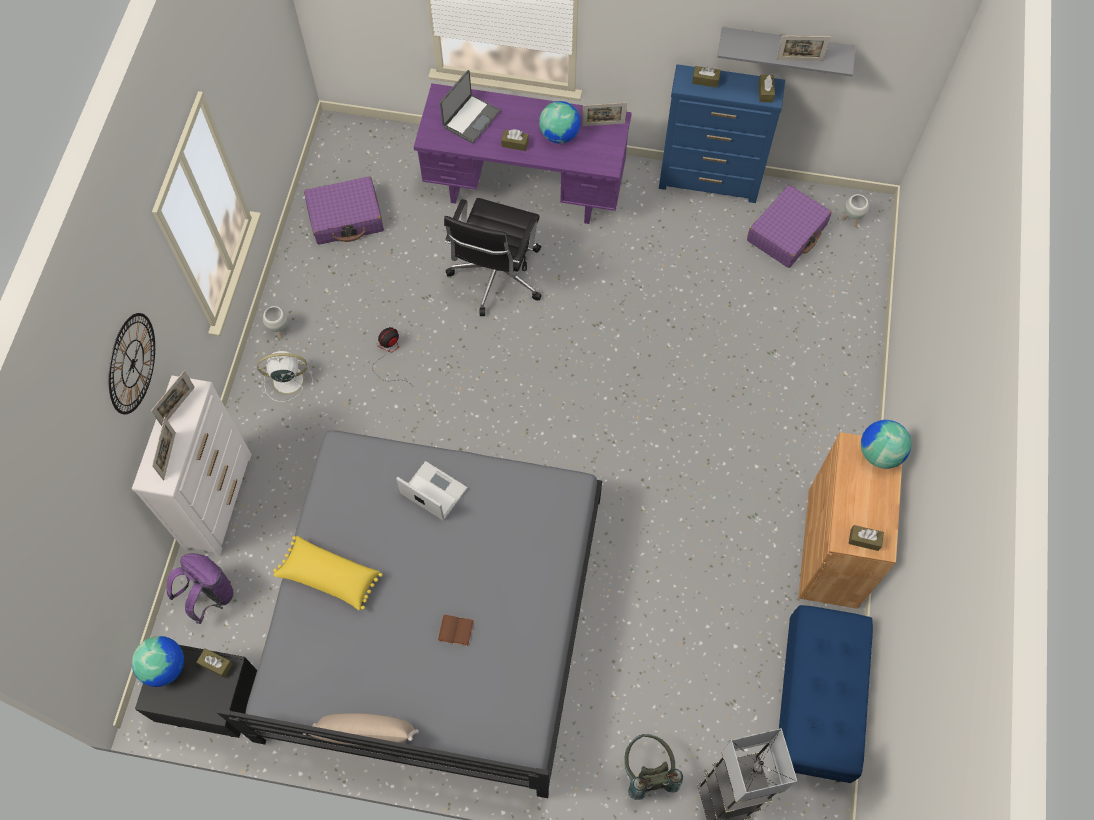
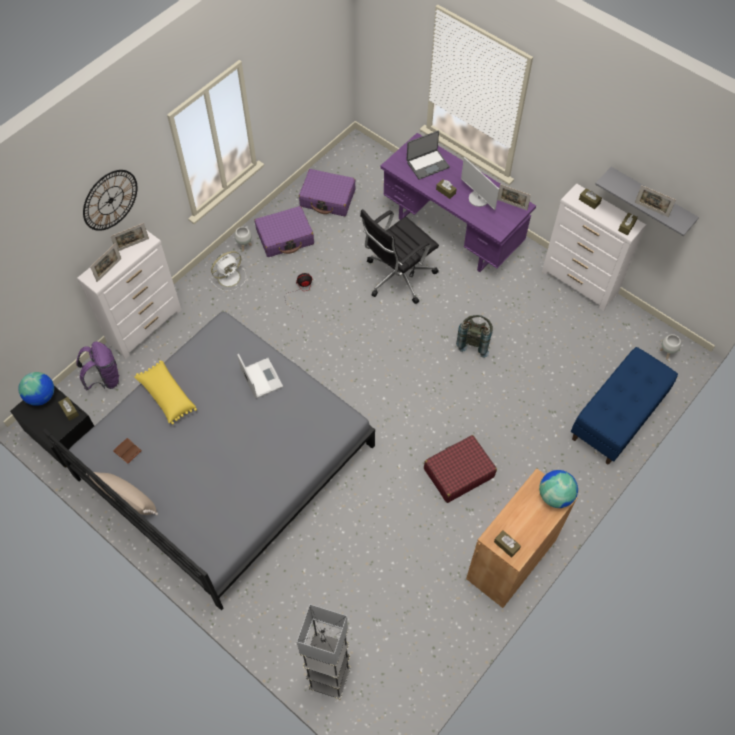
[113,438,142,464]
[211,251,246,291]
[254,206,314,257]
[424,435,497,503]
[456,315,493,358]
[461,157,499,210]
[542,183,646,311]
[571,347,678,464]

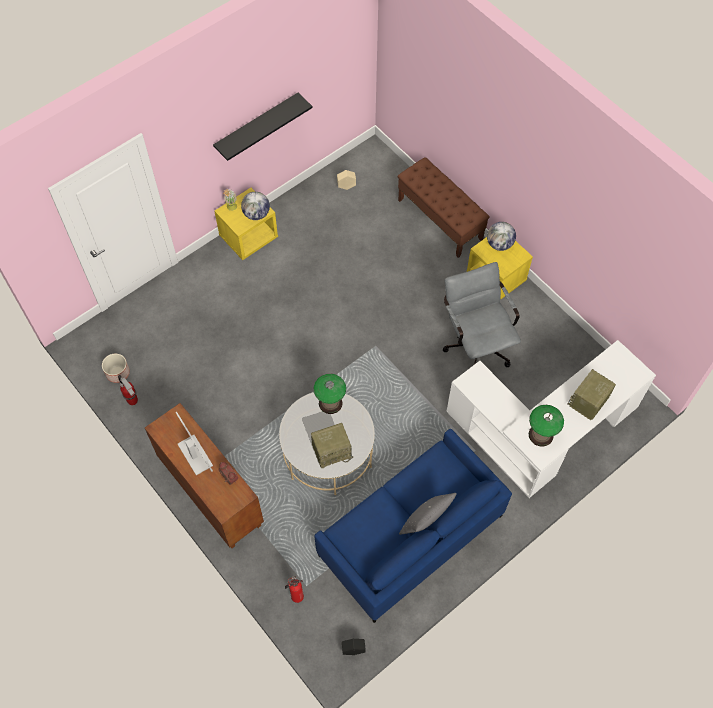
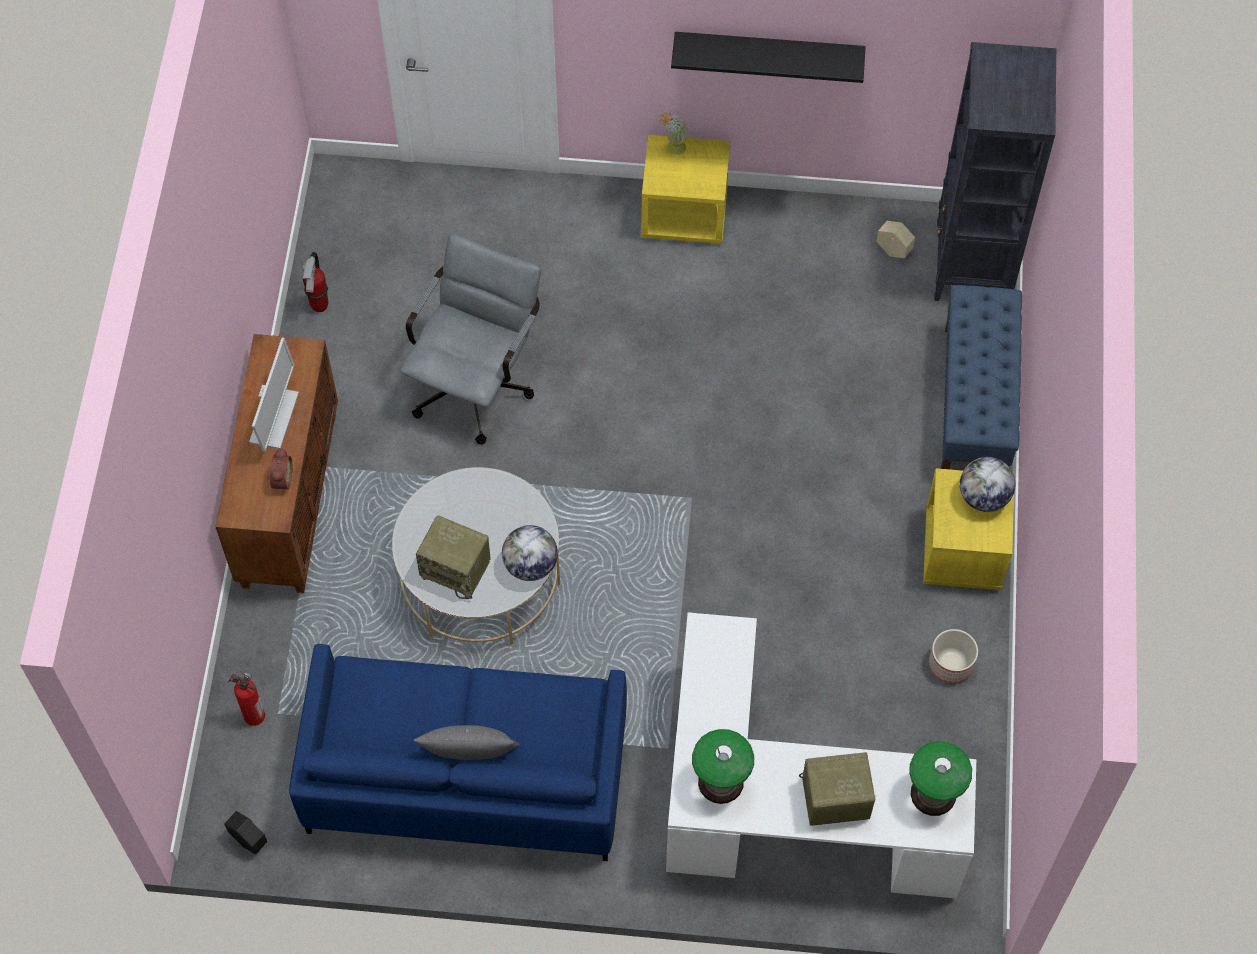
[400,233,541,444]
[502,525,558,581]
[909,741,972,816]
[929,629,978,684]
[934,42,1056,301]
[940,285,1022,469]

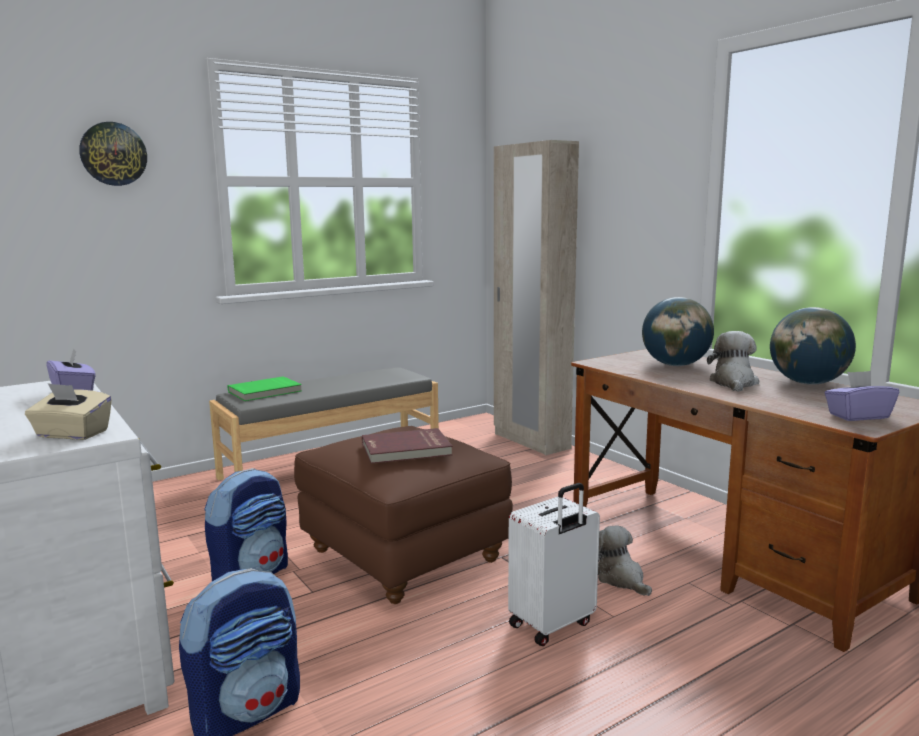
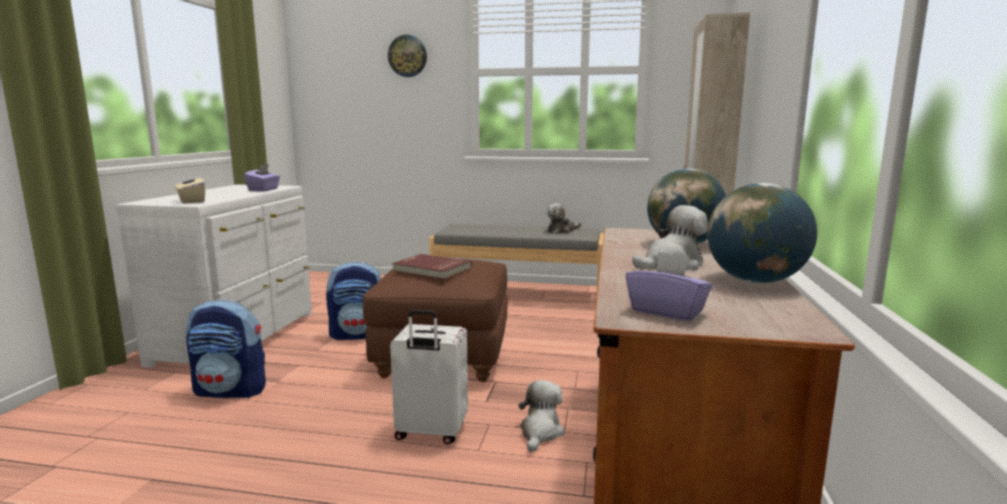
[547,203,581,234]
[228,376,302,401] (first image)

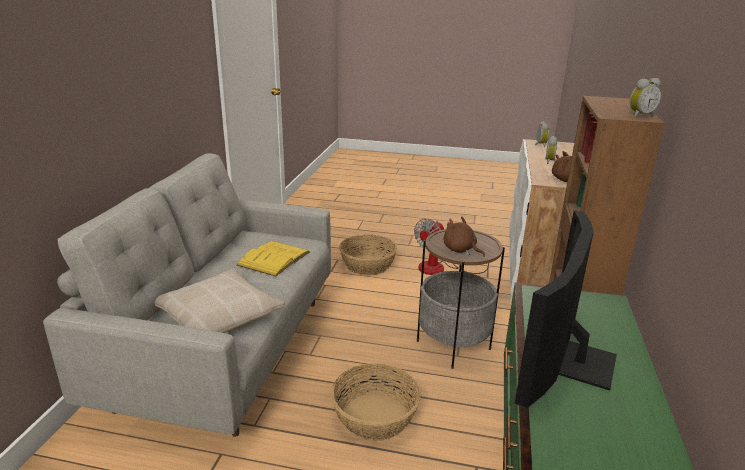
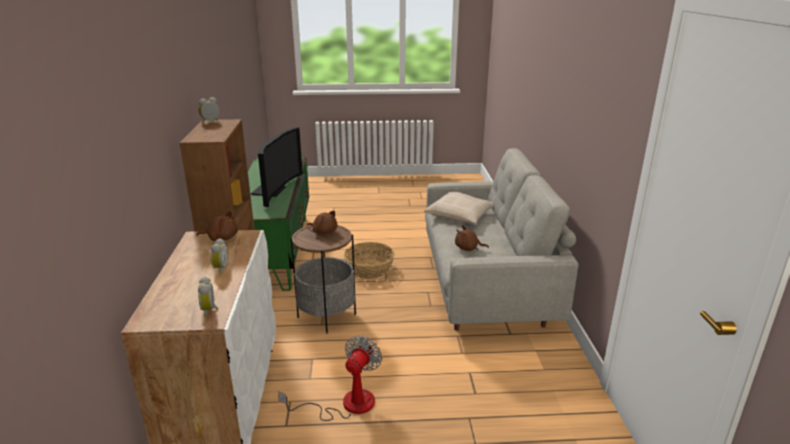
[455,225,489,251]
[339,234,397,276] (first image)

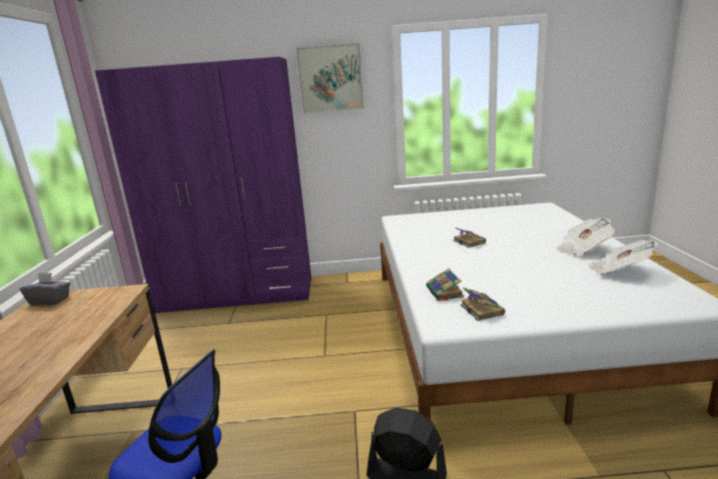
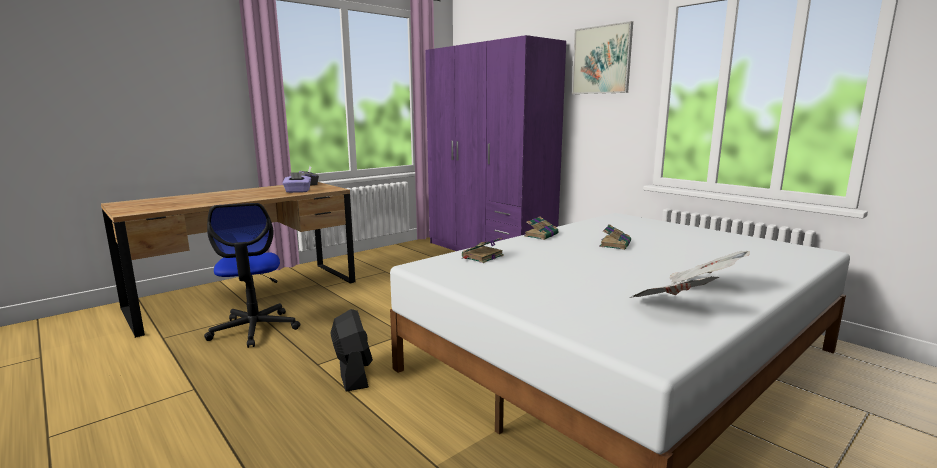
[283,172,311,193]
[524,217,559,240]

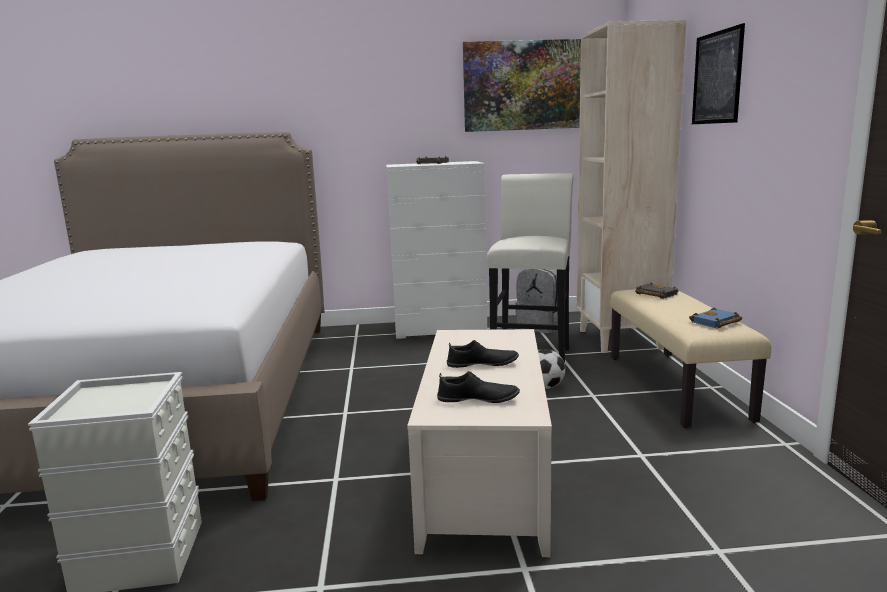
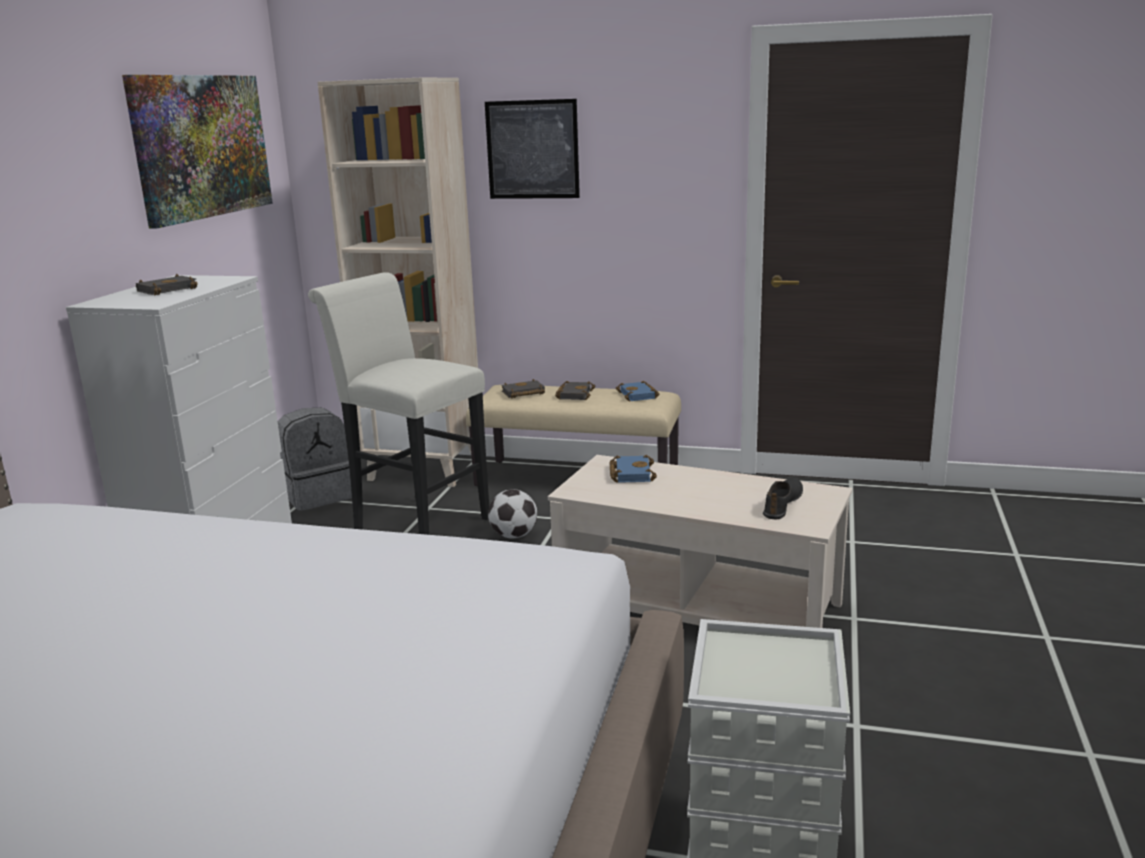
[555,381,595,400]
[609,455,657,483]
[447,340,519,368] (first image)

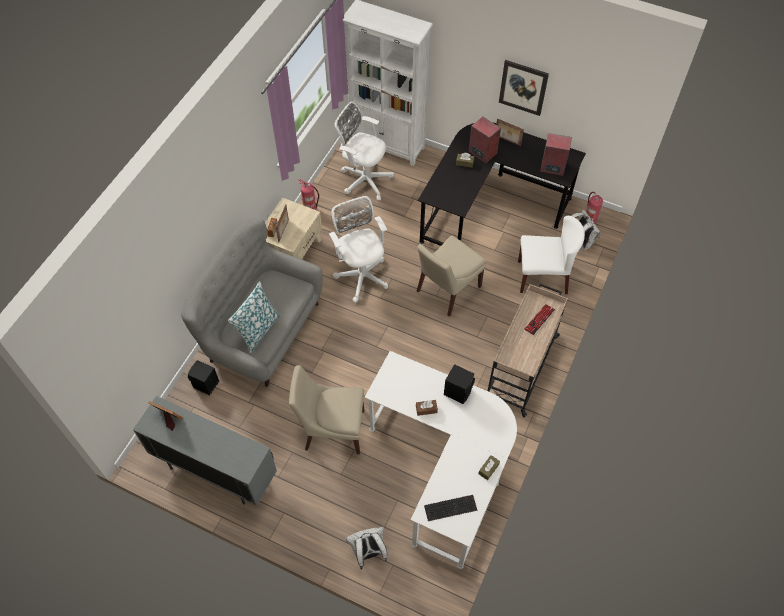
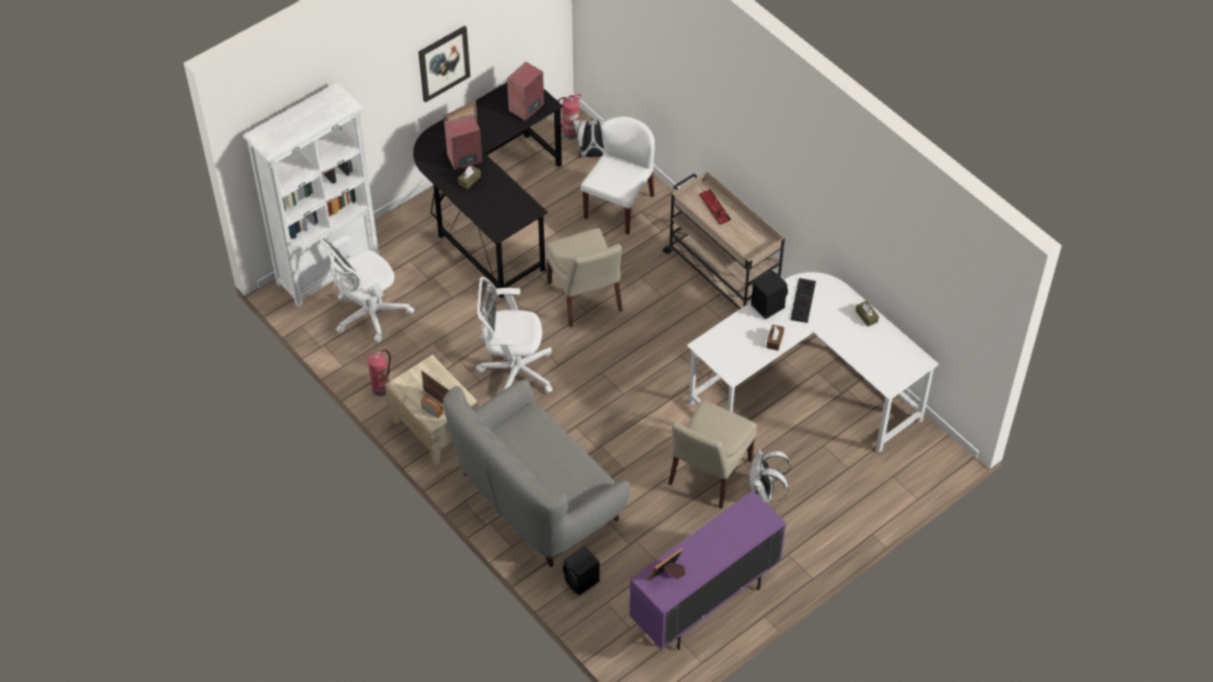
[629,490,786,650]
[748,449,791,503]
[790,278,816,323]
[228,281,281,354] (first image)

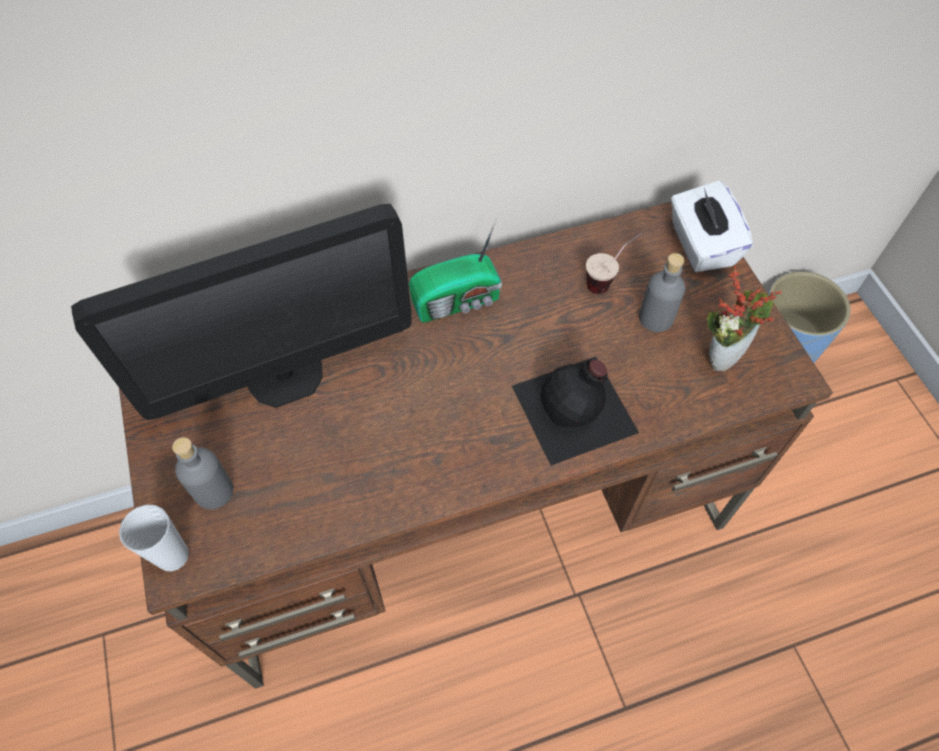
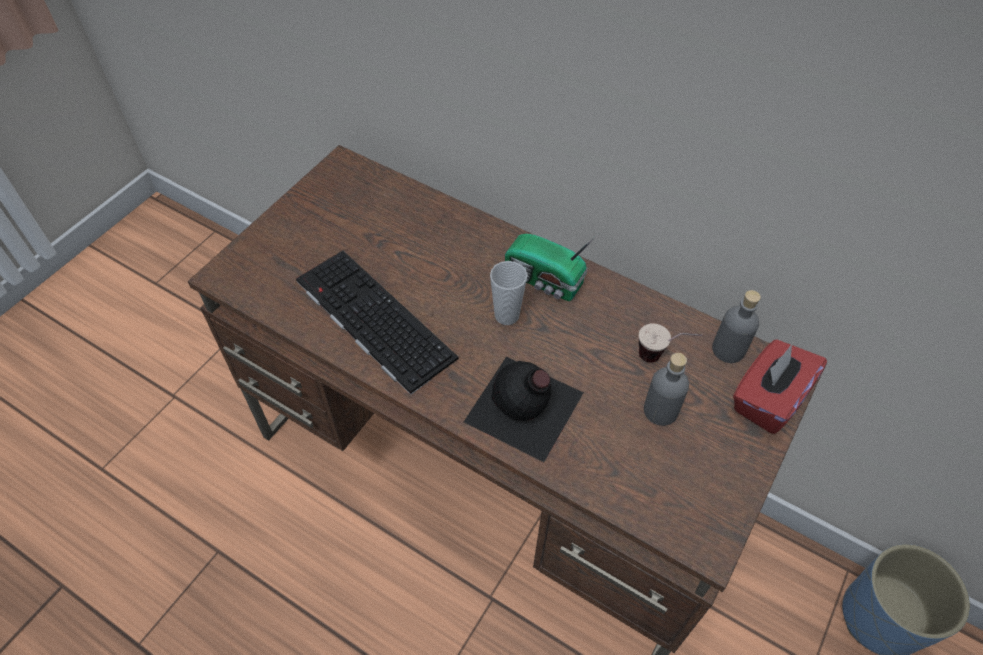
[296,251,459,395]
[490,261,528,325]
[712,290,761,363]
[733,339,827,434]
[71,204,412,420] (first image)
[707,266,782,371] (first image)

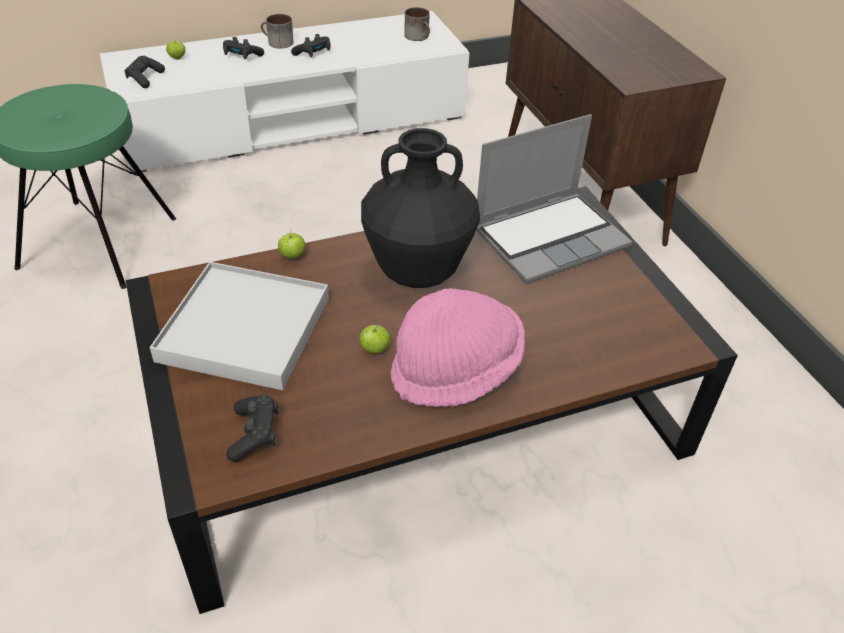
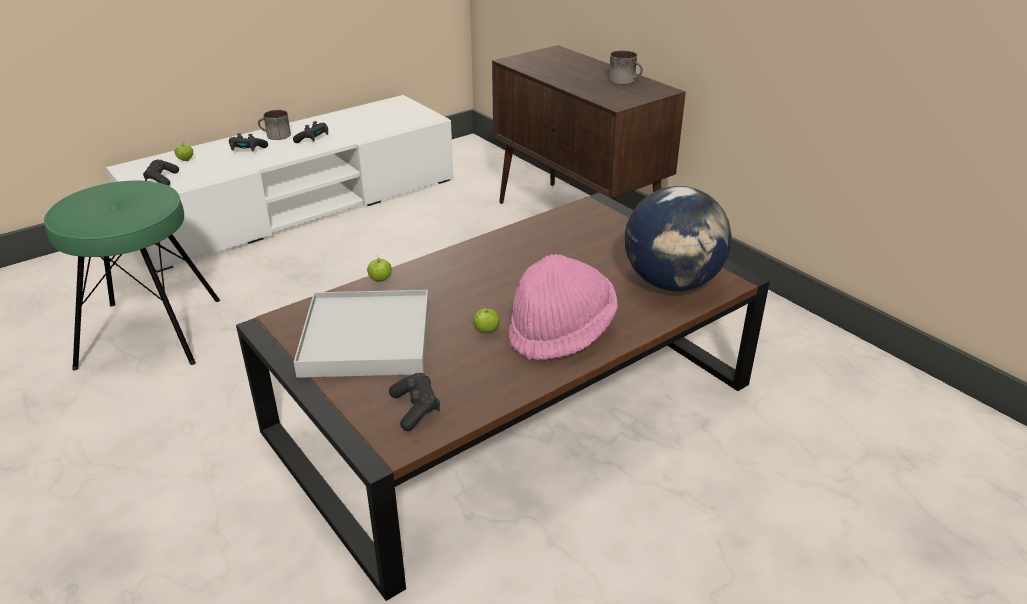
[609,50,643,84]
[625,186,732,291]
[361,128,480,288] (first image)
[476,114,632,284] (first image)

